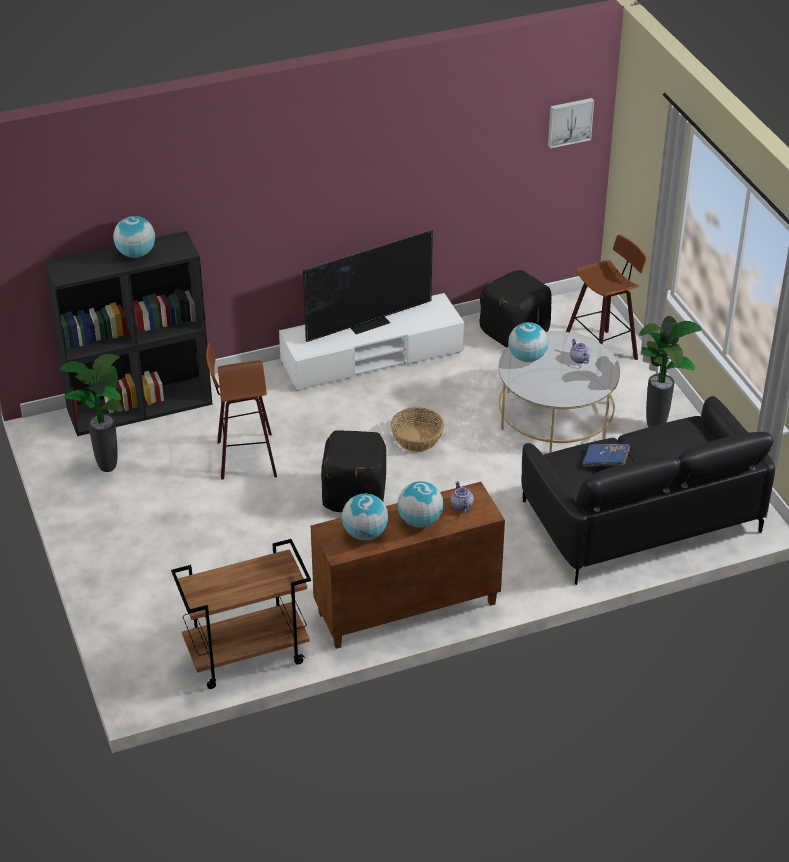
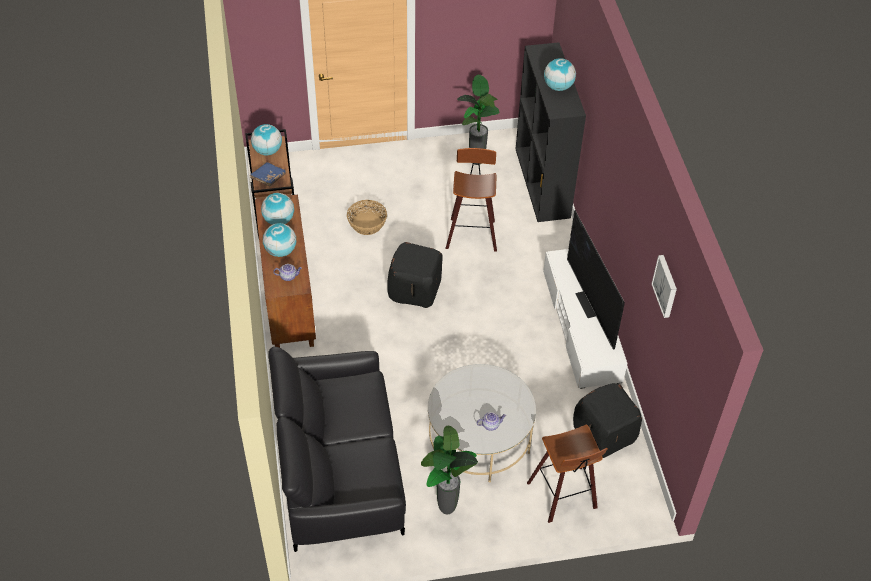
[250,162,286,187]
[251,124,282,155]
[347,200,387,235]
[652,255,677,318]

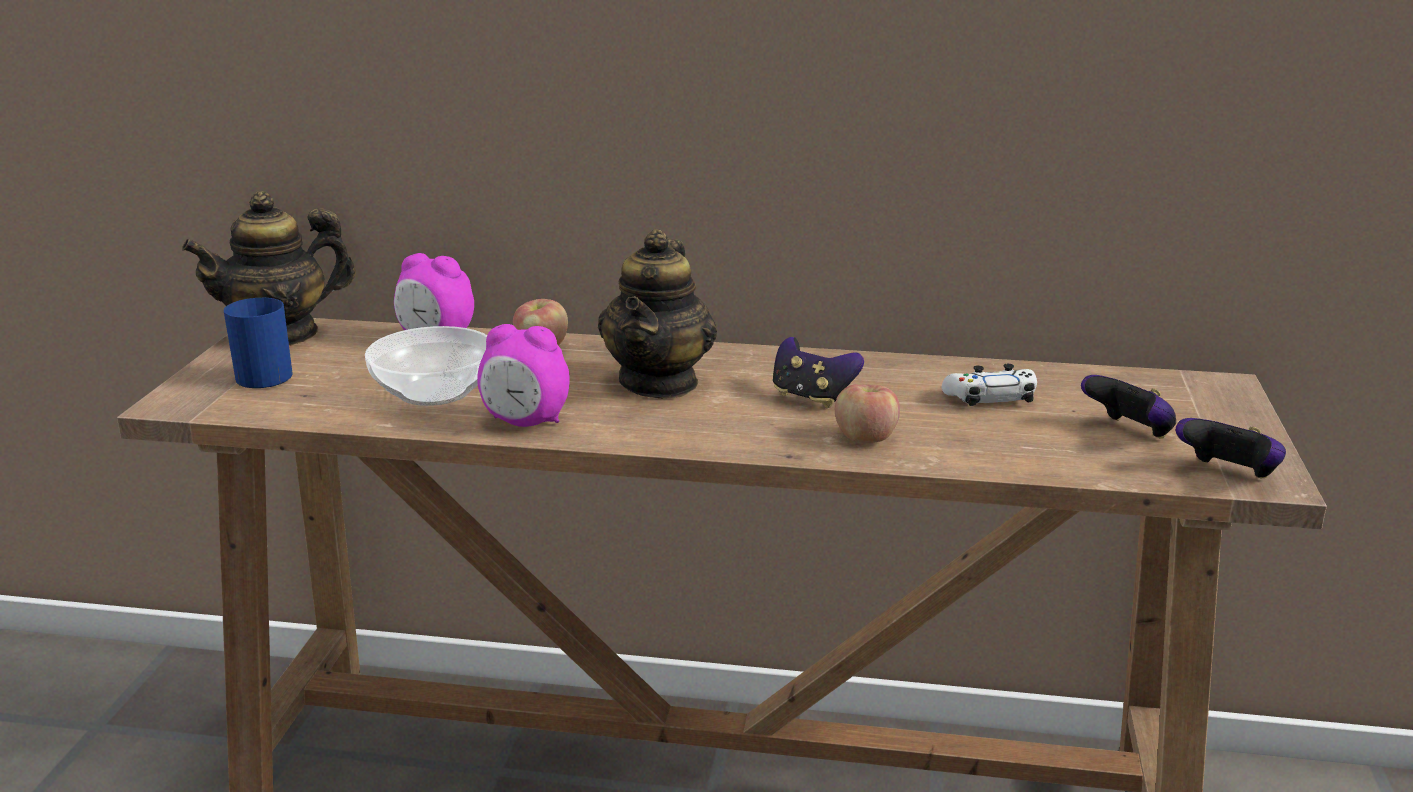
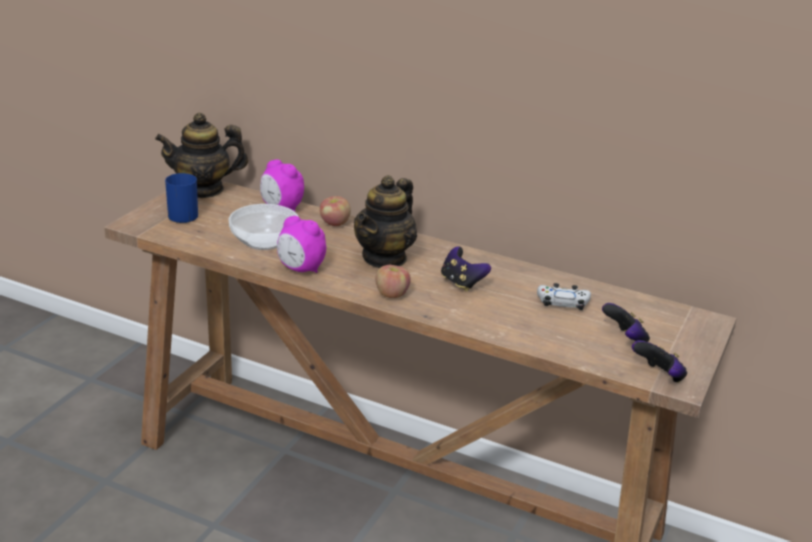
[375,265,411,298]

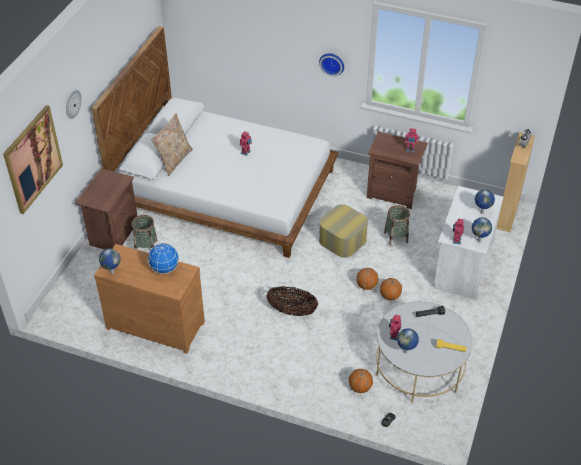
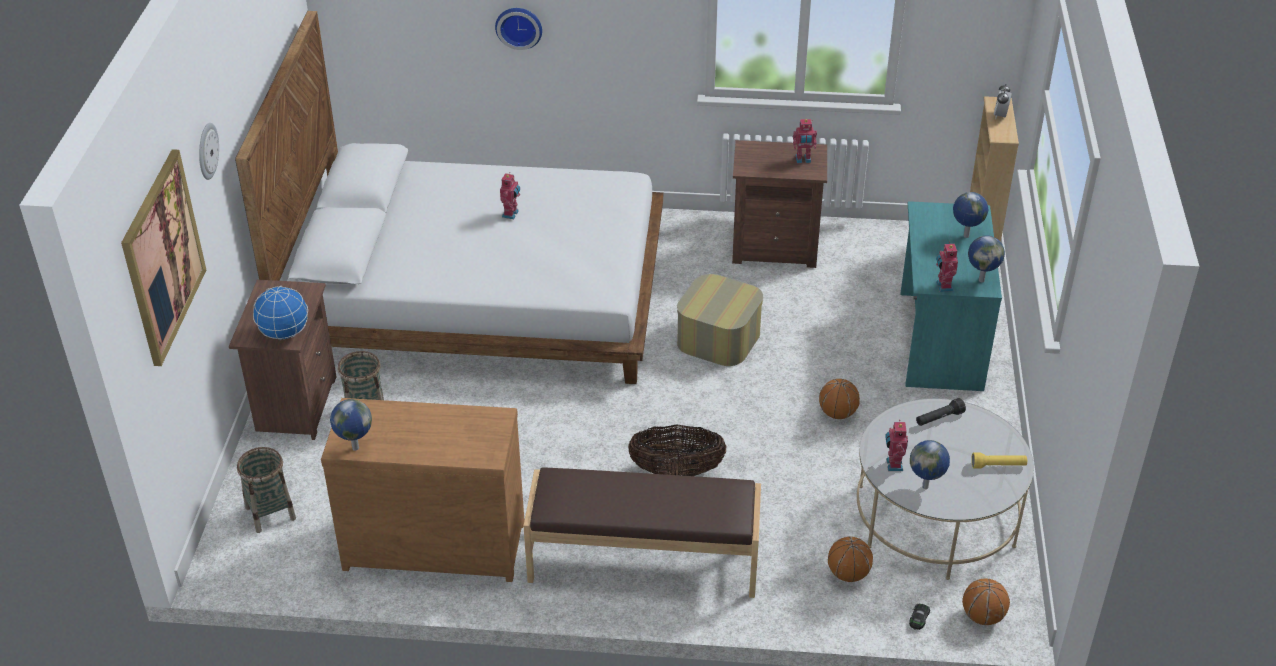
[237,447,296,533]
[253,286,308,340]
[495,8,542,50]
[524,467,761,598]
[900,201,1002,391]
[962,578,1010,625]
[151,113,193,176] (first image)

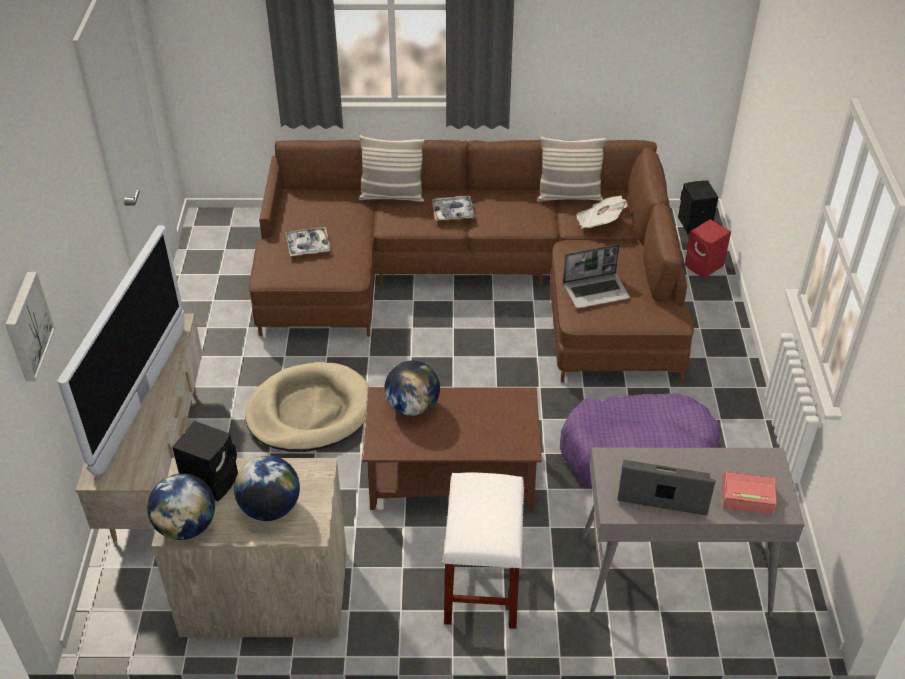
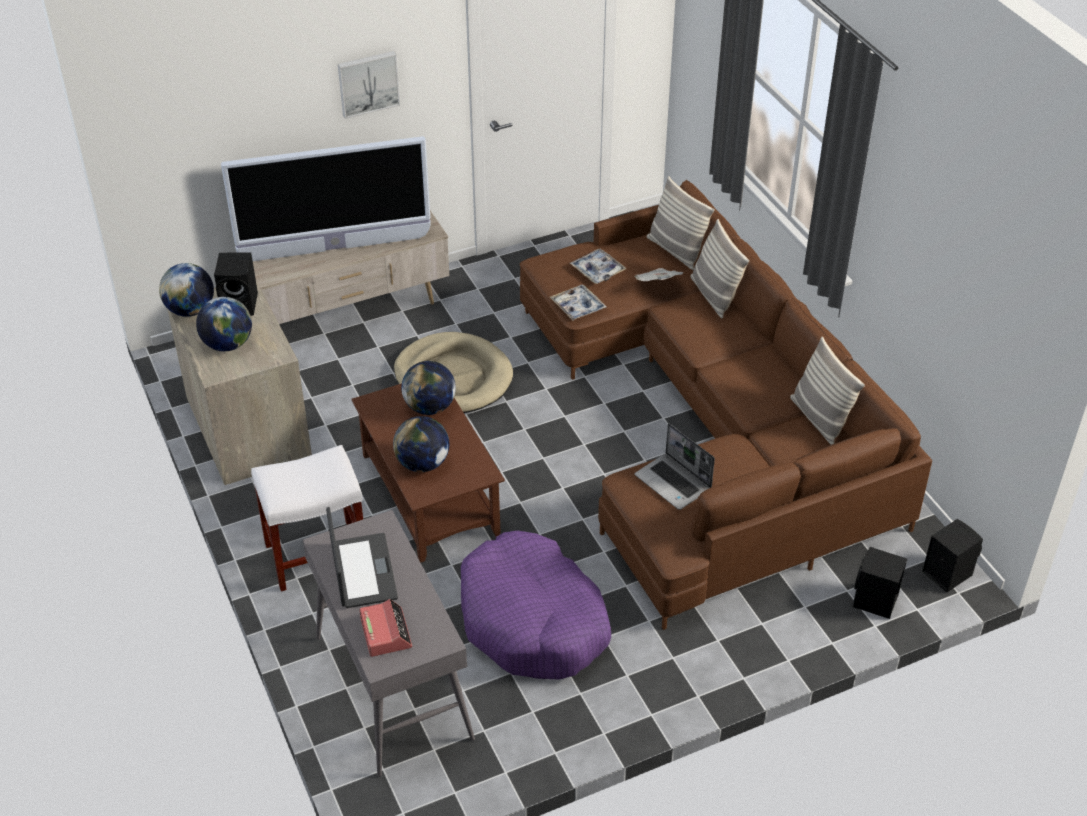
[338,51,400,119]
[393,416,449,472]
[550,285,607,321]
[635,268,683,281]
[646,176,715,270]
[853,547,907,619]

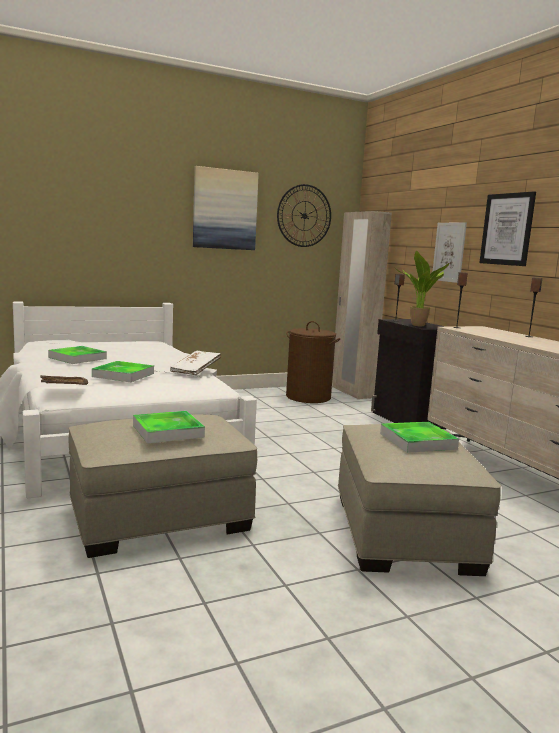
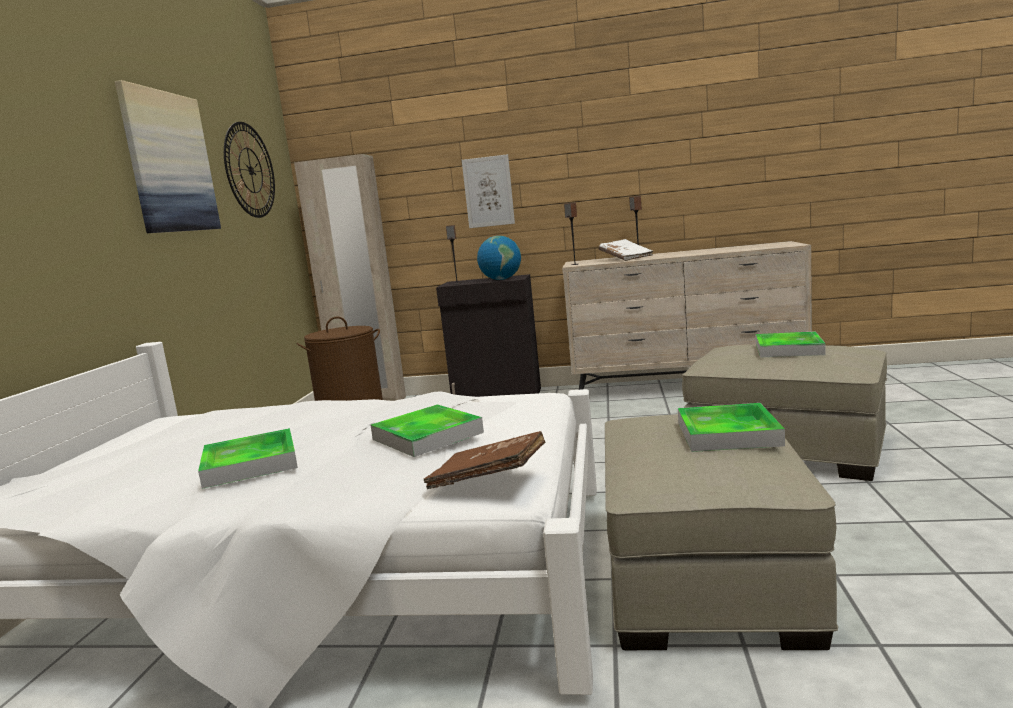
[477,236,521,280]
[599,239,653,261]
[479,191,536,266] (first image)

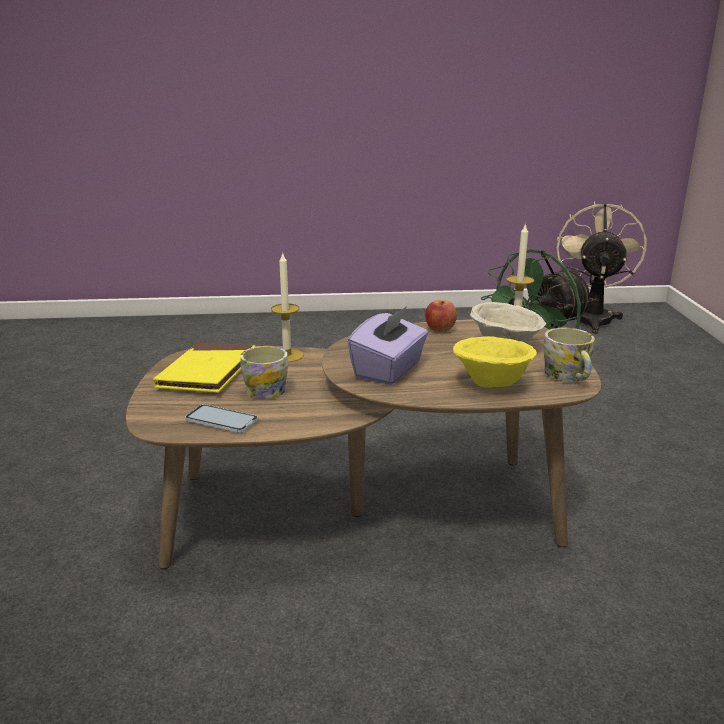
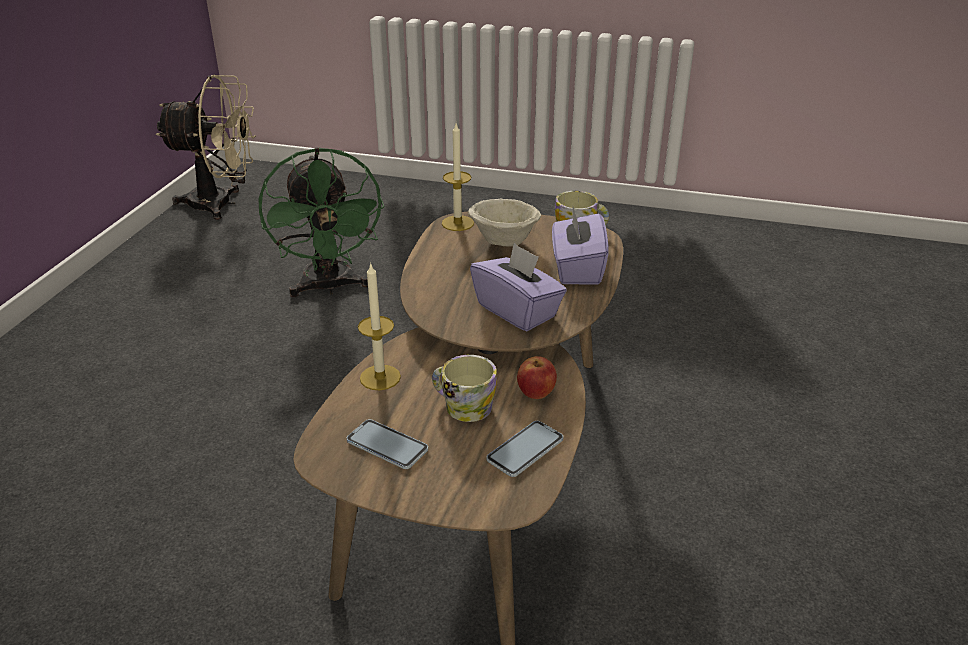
[156,75,256,220]
[346,419,428,469]
[517,356,557,399]
[552,207,609,285]

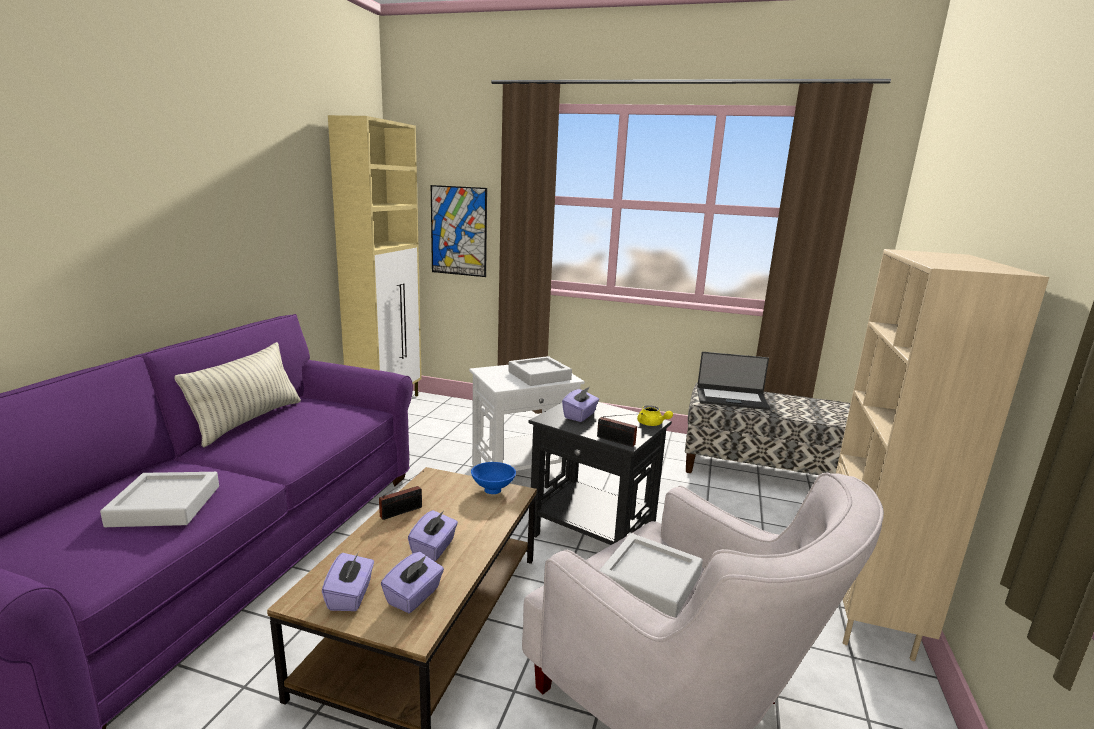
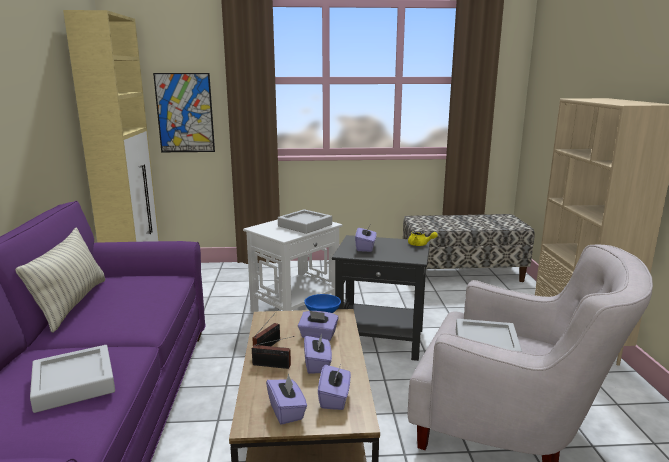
[252,336,294,369]
[298,310,339,341]
[697,352,770,410] (first image)

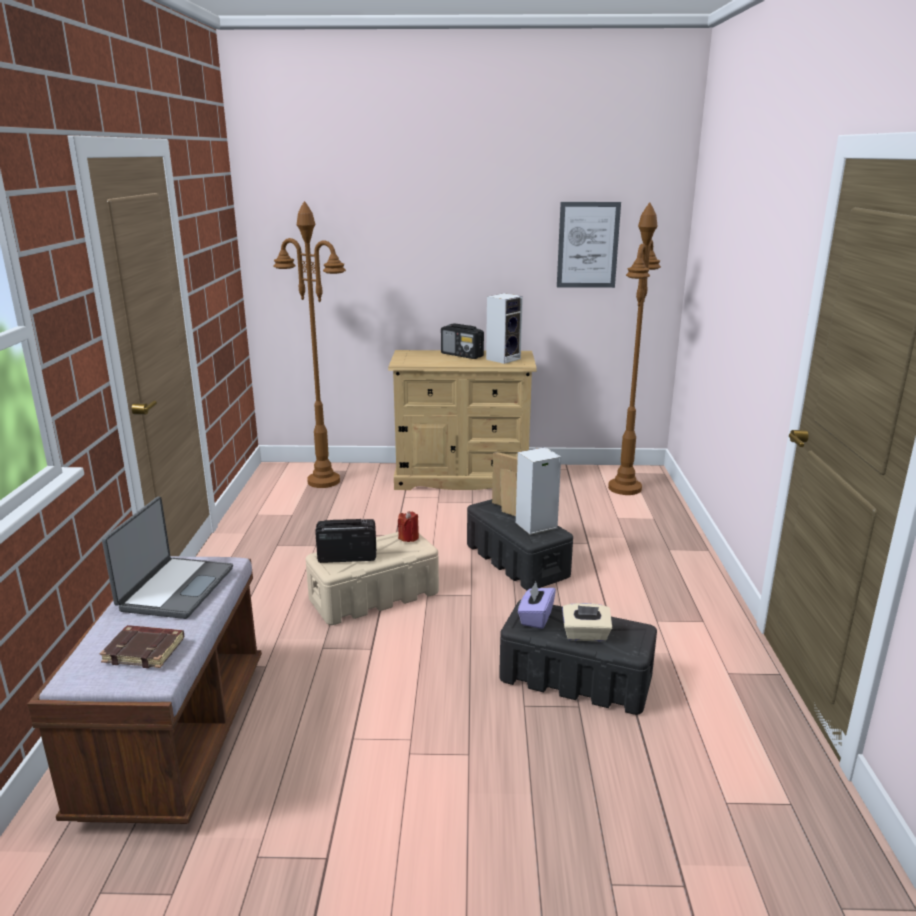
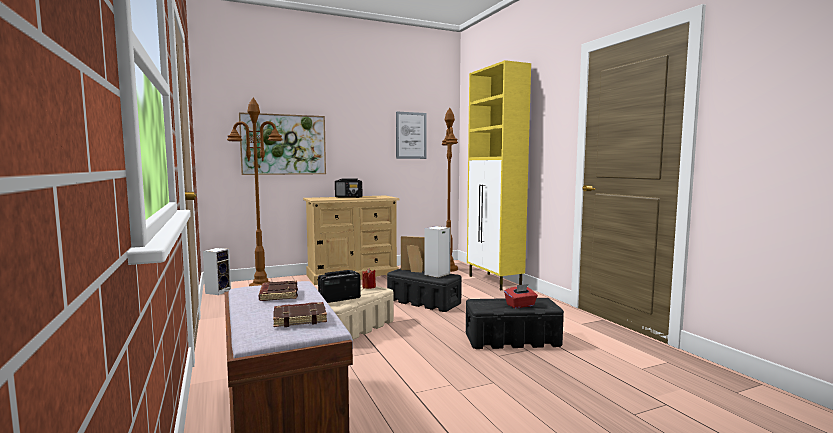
[203,248,231,295]
[239,112,326,175]
[259,281,298,301]
[467,60,531,290]
[504,284,538,308]
[518,582,556,629] (first image)

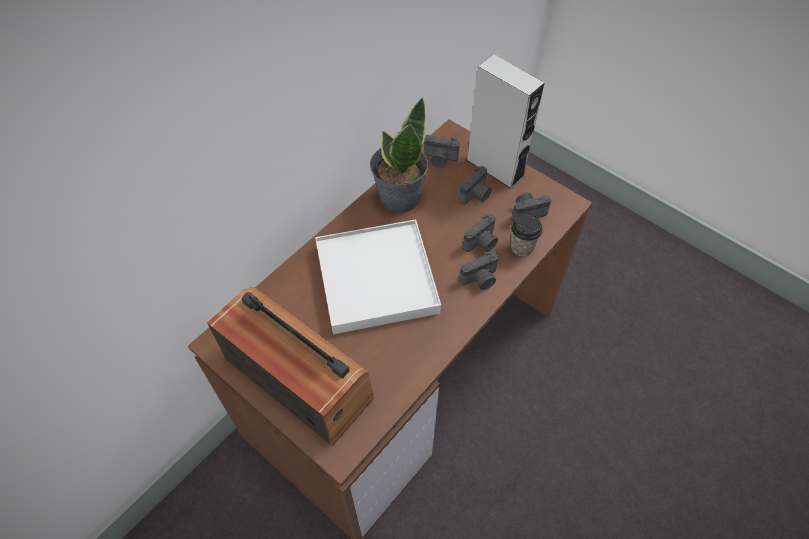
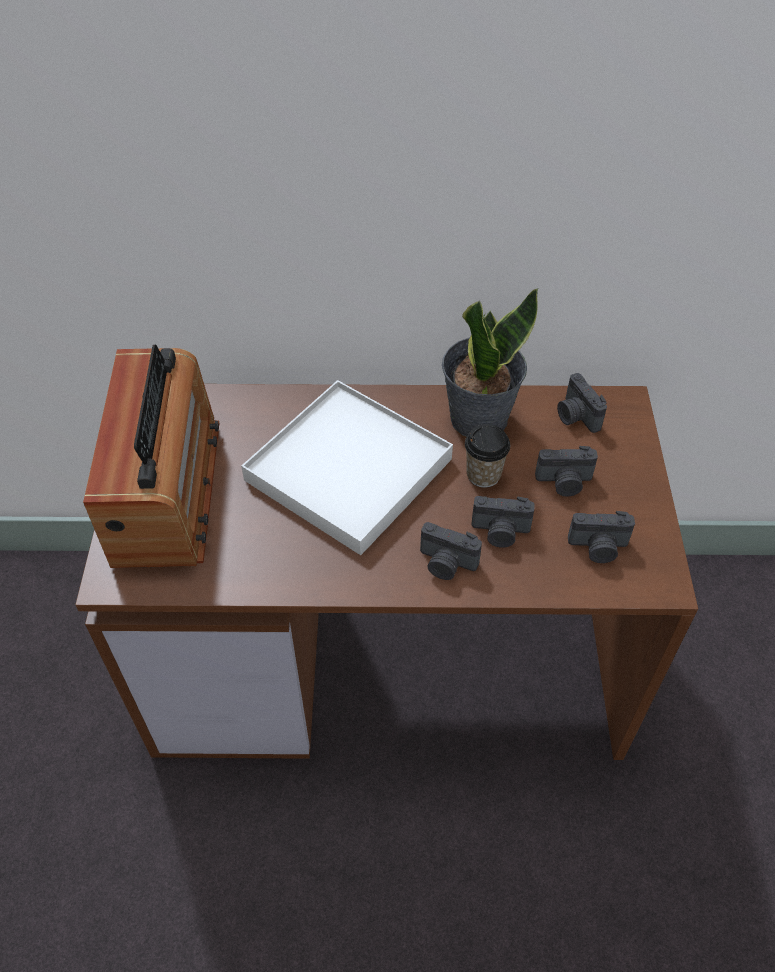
[465,424,510,488]
[568,511,635,563]
[466,54,545,189] (first image)

